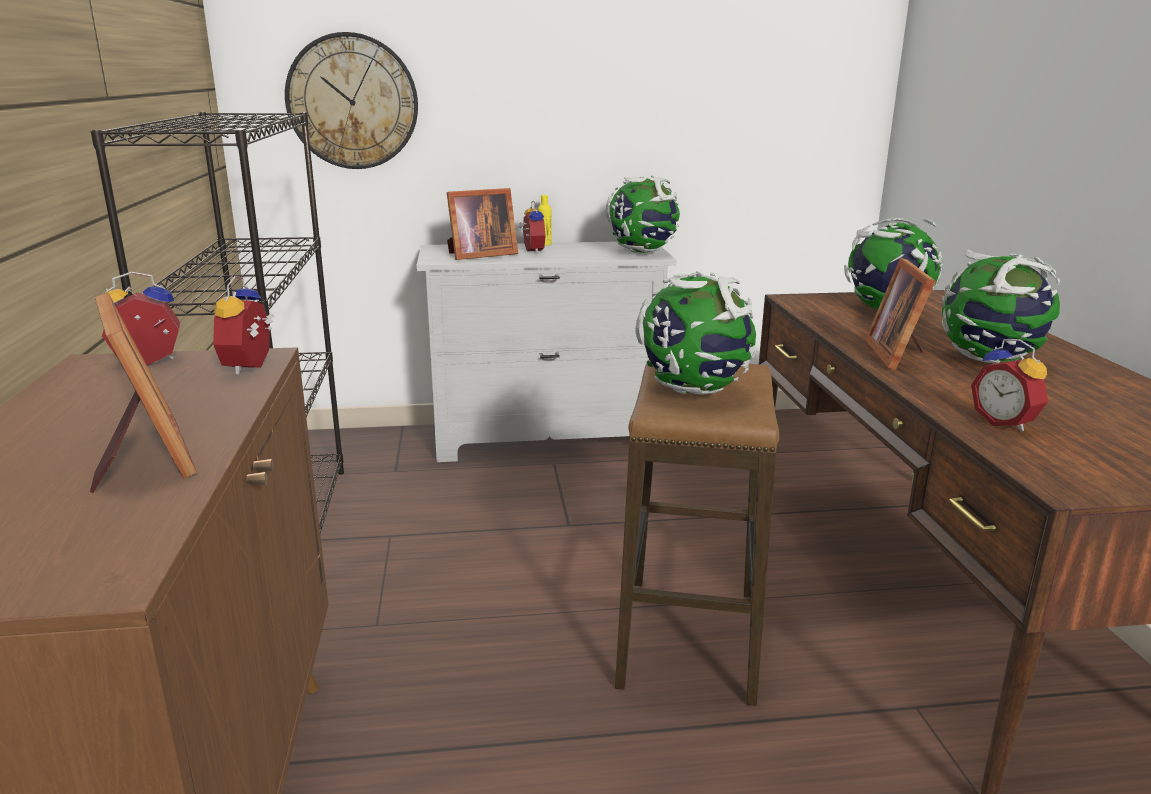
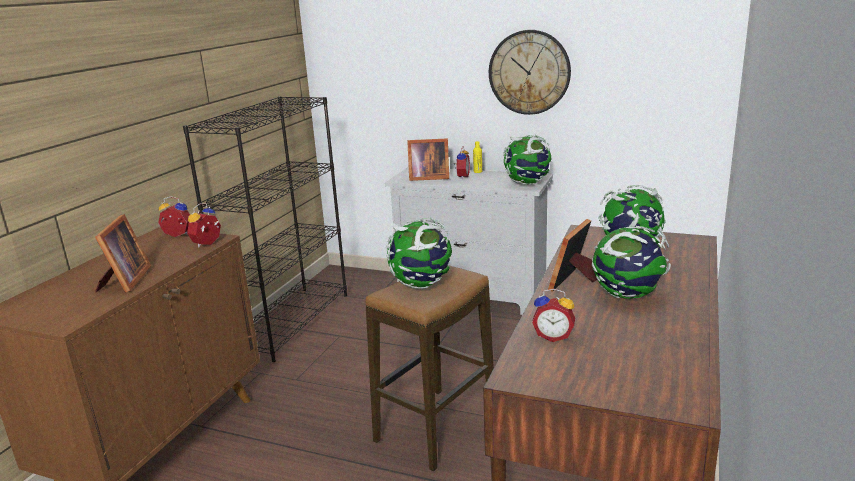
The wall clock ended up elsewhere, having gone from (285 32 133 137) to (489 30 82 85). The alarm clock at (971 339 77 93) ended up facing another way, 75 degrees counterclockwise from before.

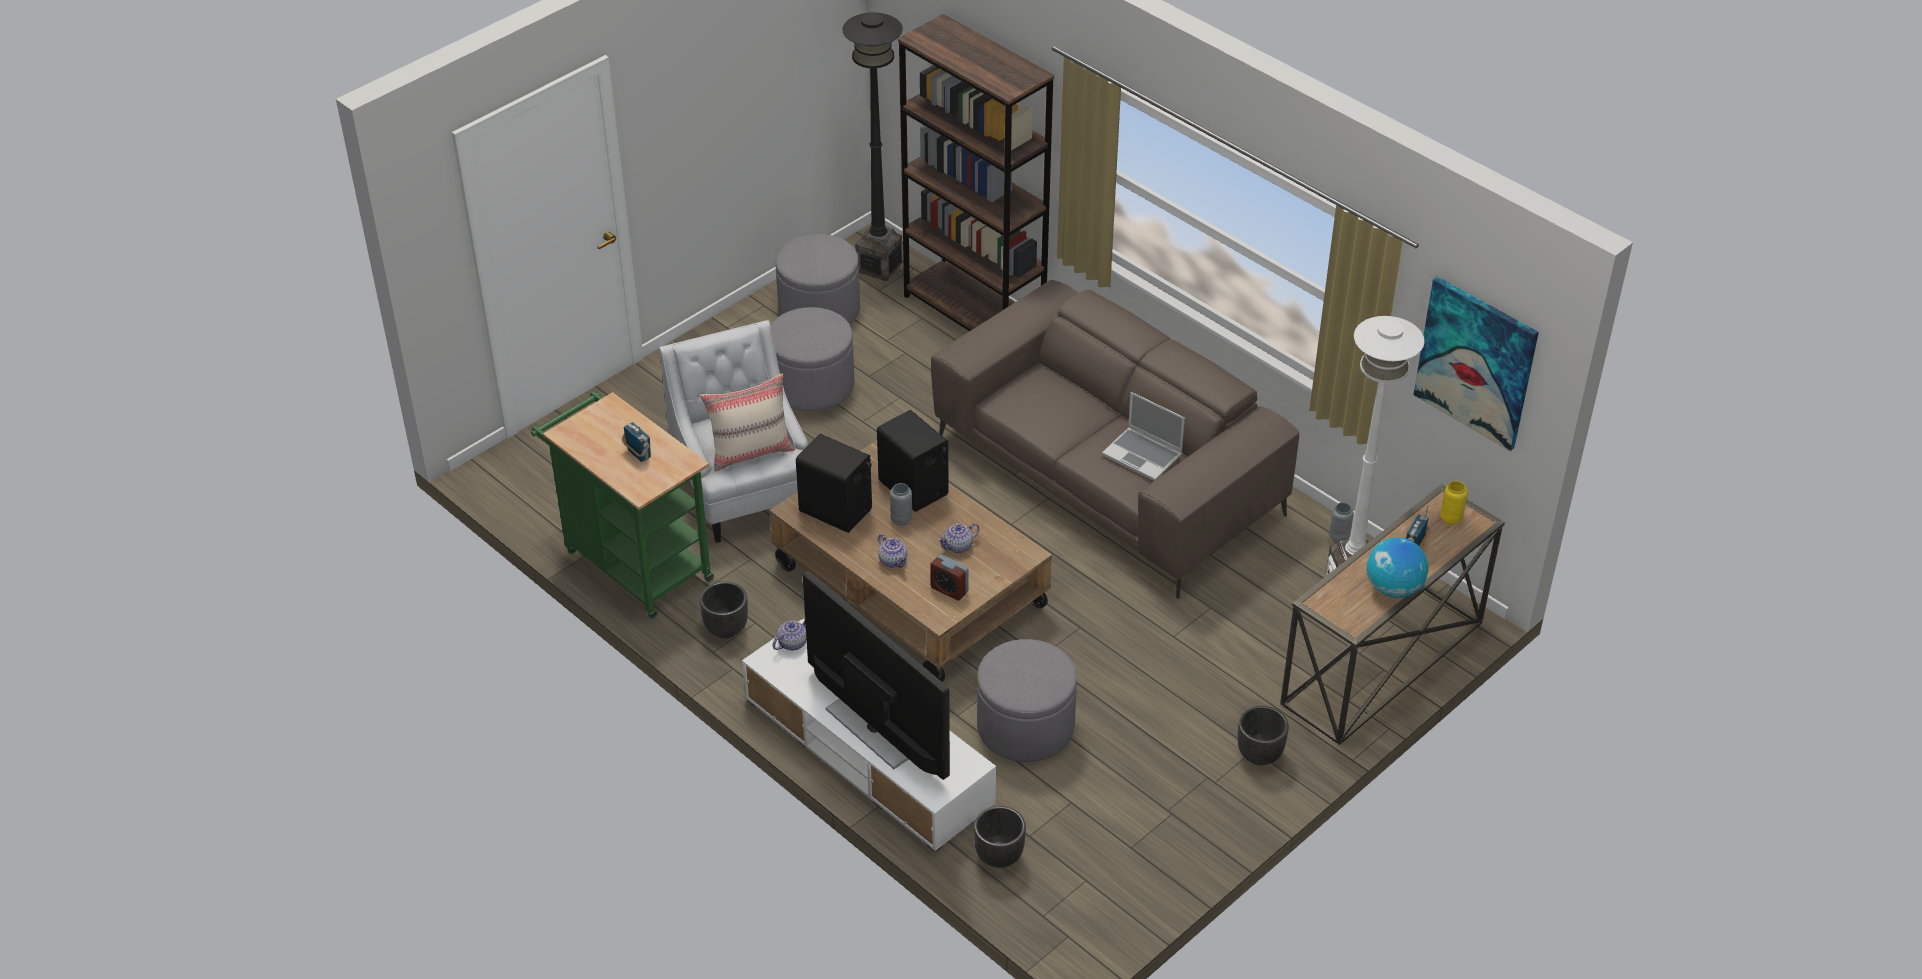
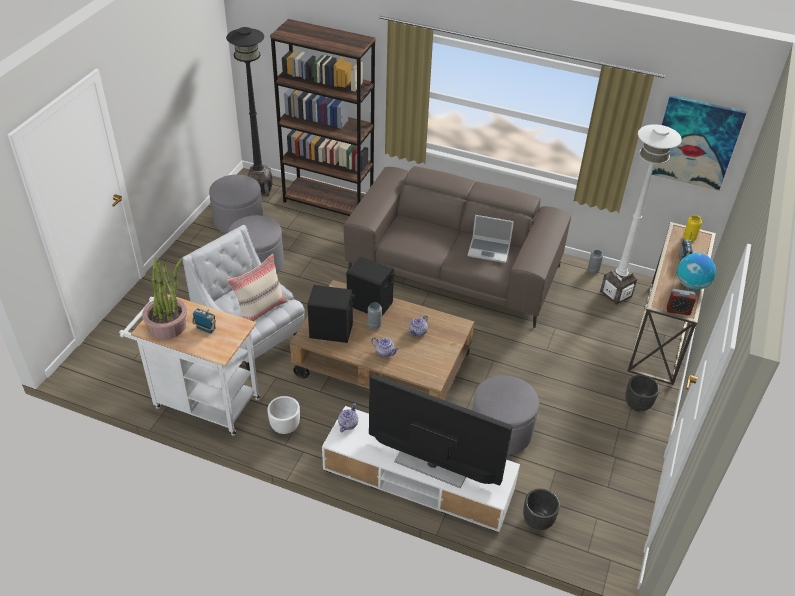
What was the green cart at (531 391 183 228) turned into the white cart at (119 294 141 142). The alarm clock ended up elsewhere, having gone from (930 554 39 47) to (667 289 29 26). What was the black planter at (700 581 48 57) turned into the white planter at (267 396 33 38). The second view gained the potted plant at (142 258 45 81).

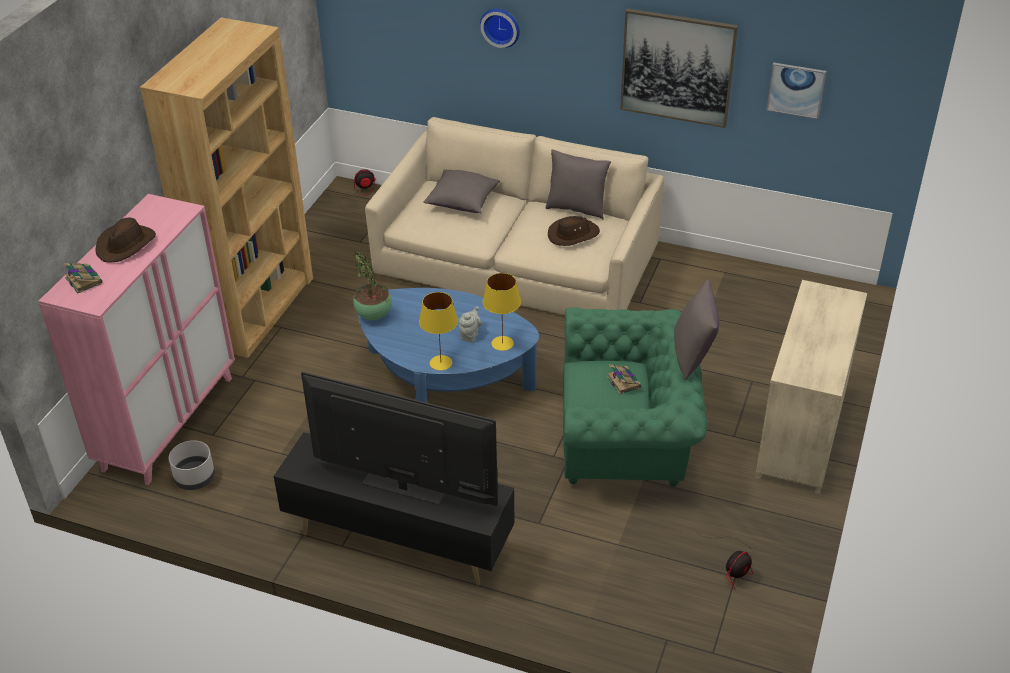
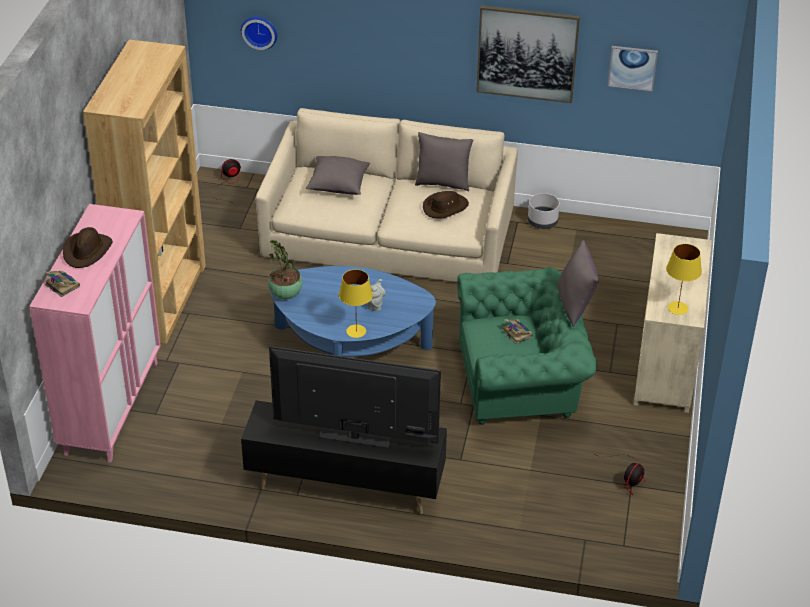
The wall clock ended up elsewhere, having gone from (480 9 40 39) to (241 17 36 33). The yellow table lamp ended up elsewhere, having gone from (483 273 38 78) to (666 244 36 71). The grey planter ended up elsewhere, having gone from (169 440 46 50) to (528 193 32 36).

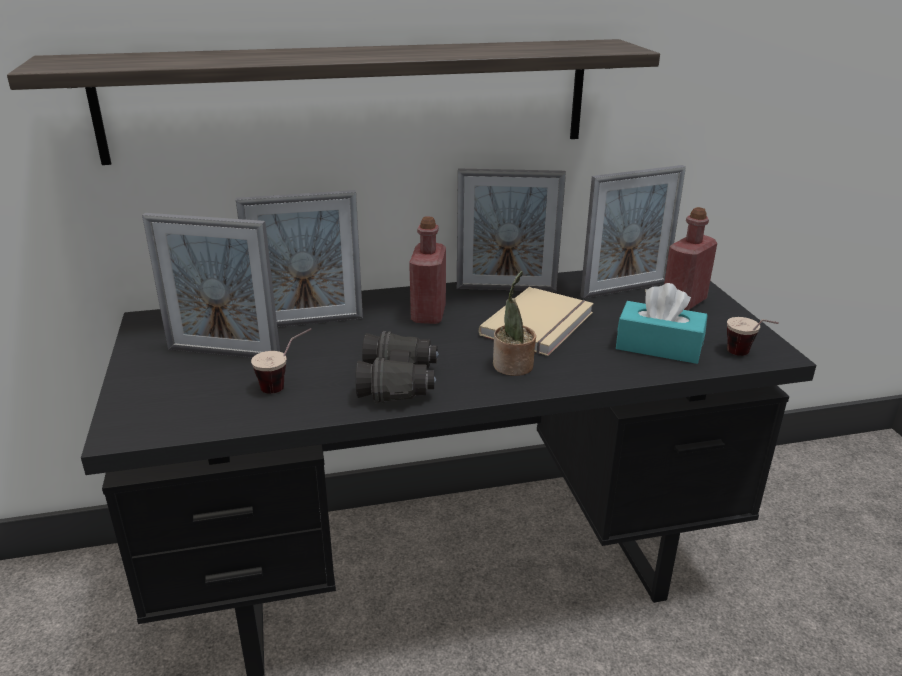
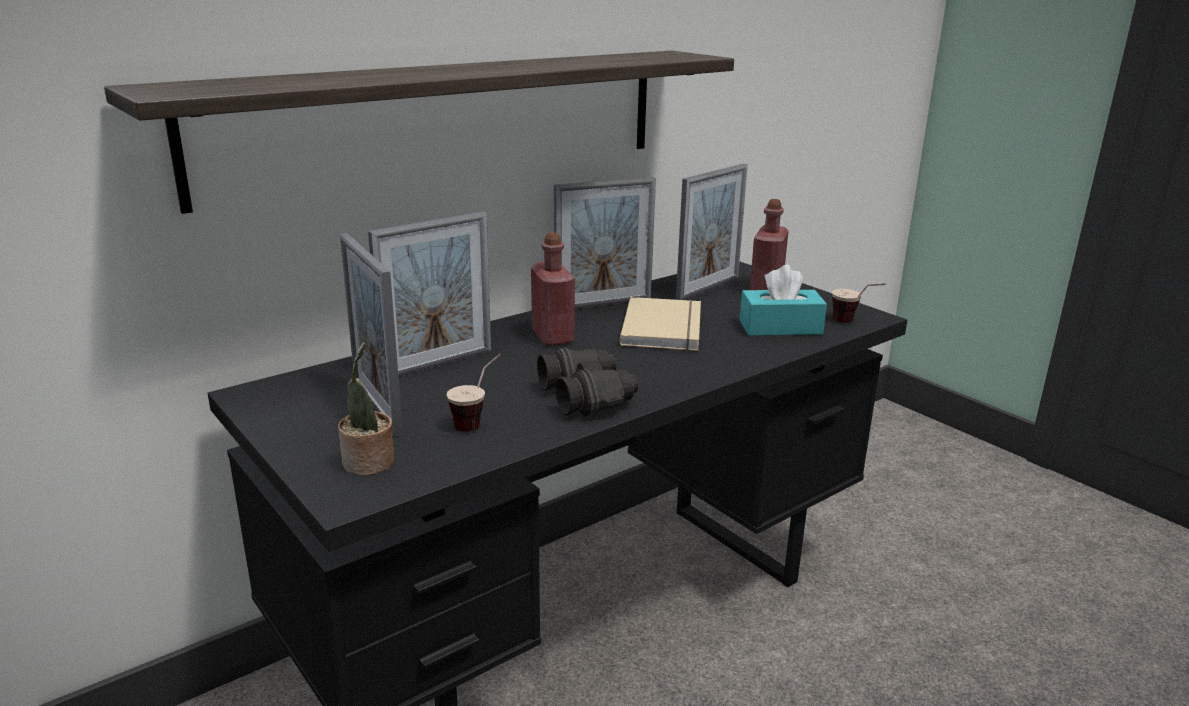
The picture frame at (142 213 138 145) ended up facing another way, 75 degrees clockwise from before. The potted plant ended up elsewhere, having gone from (493 271 43 105) to (338 342 56 133).

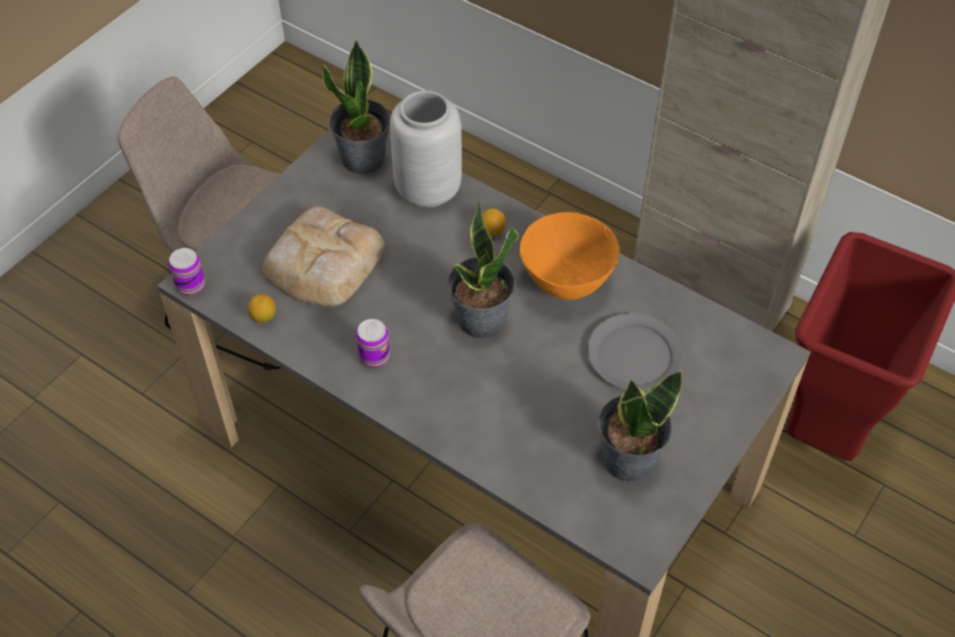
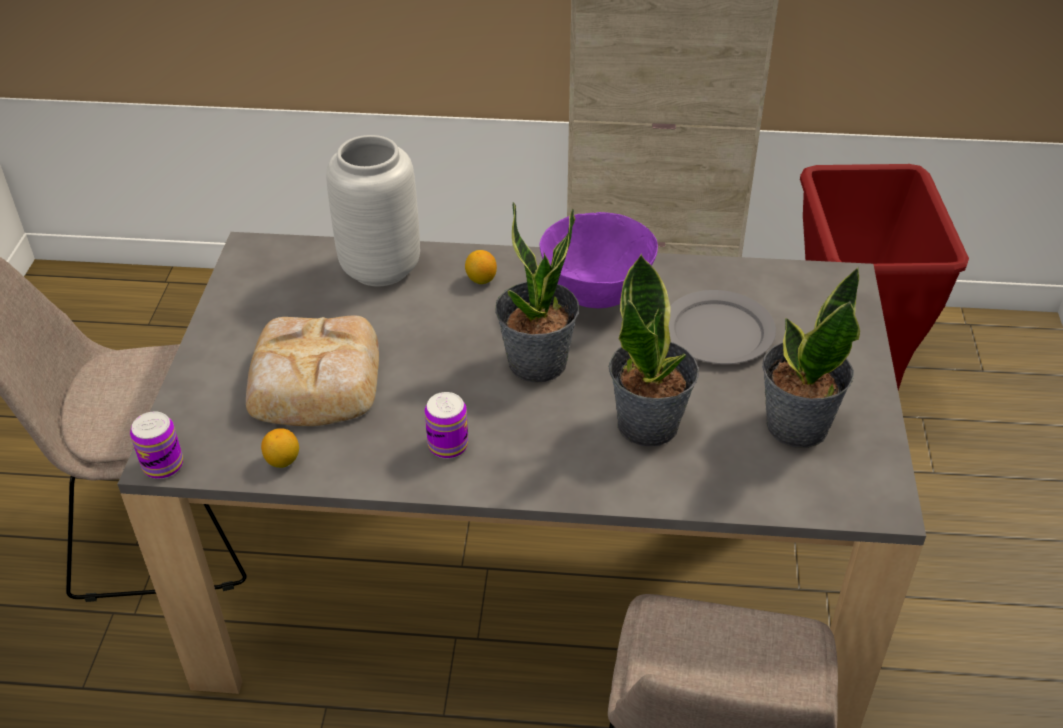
The potted plant ended up elsewhere, having gone from (323 40 67 134) to (609 254 90 192). What was the orange bowl at (520 212 99 88) turned into the purple bowl at (540 212 118 96).

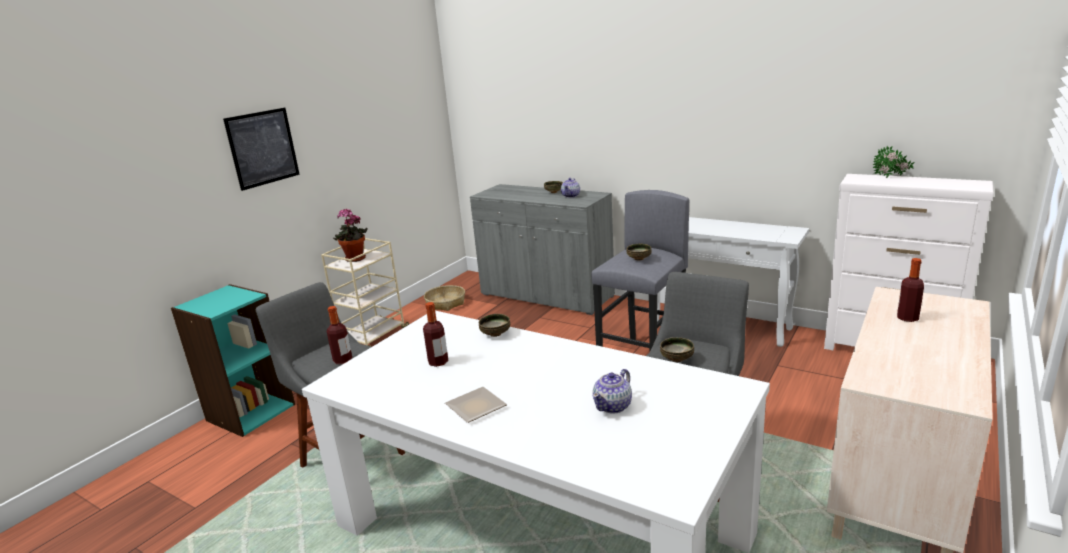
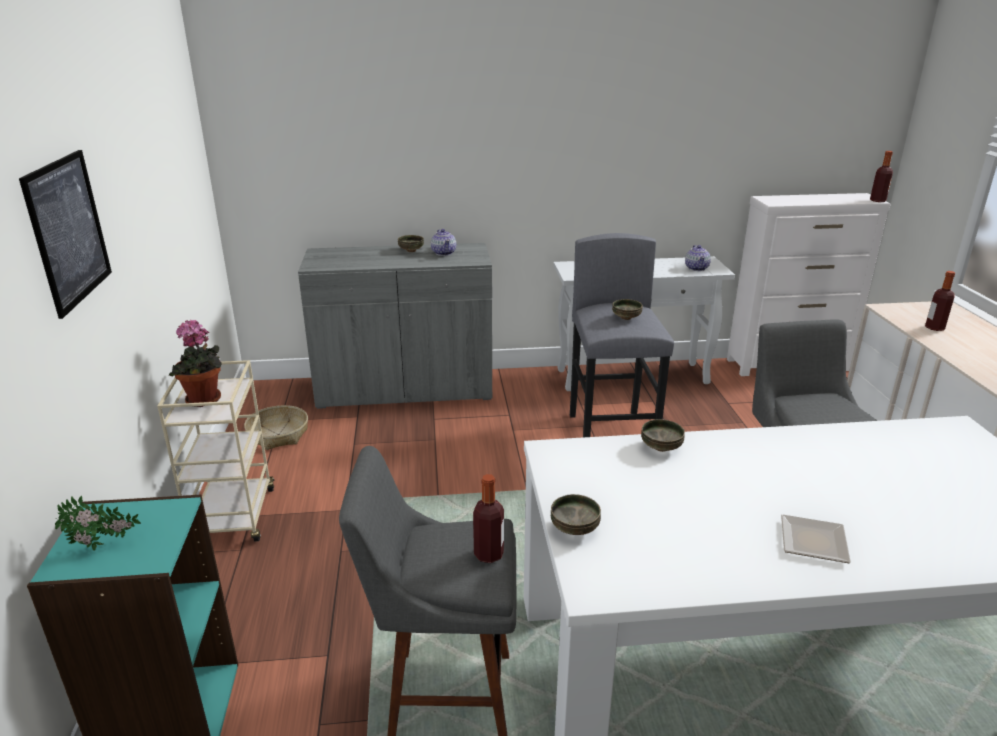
The potted plant ended up elsewhere, having gone from (873 146 42 32) to (55 496 86 55). The bottle ended up elsewhere, having gone from (423 302 25 65) to (870 151 23 51). The bowl ended up elsewhere, having gone from (660 337 34 25) to (551 494 50 41). The teapot ended up elsewhere, having gone from (593 369 39 45) to (685 245 26 26).

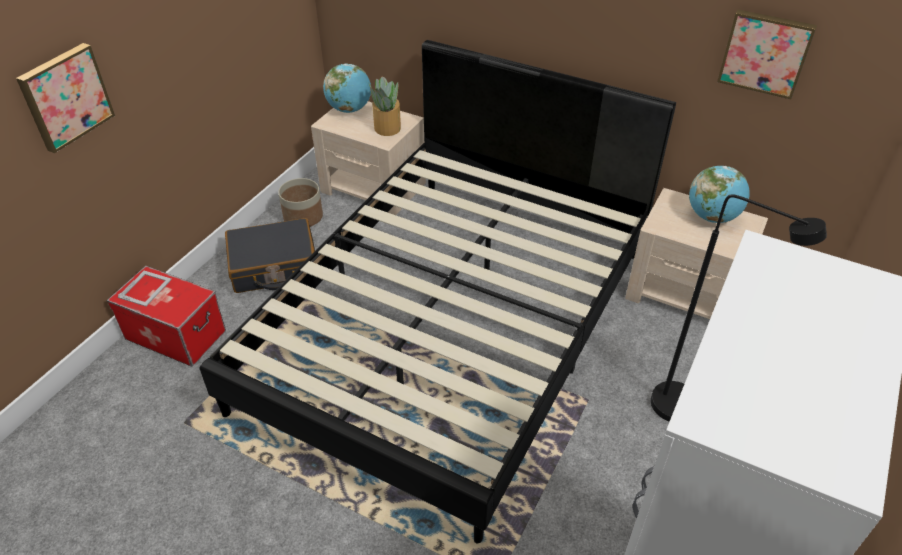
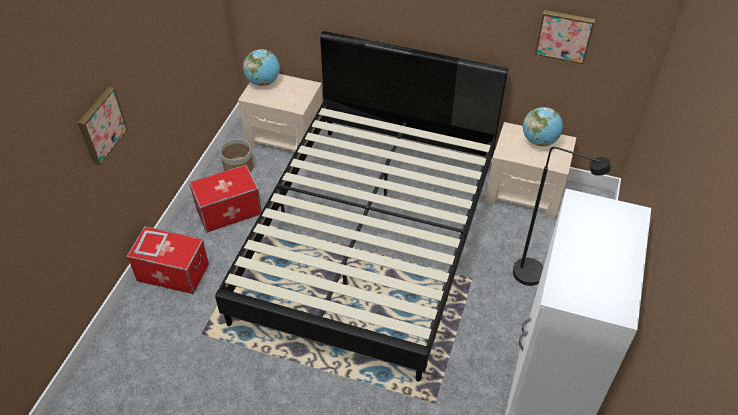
The second view lost the potted plant at (369 77 32 59). Where the black suitcase stood at (225 218 90 75), the storage box came to stand at (189 164 73 68).

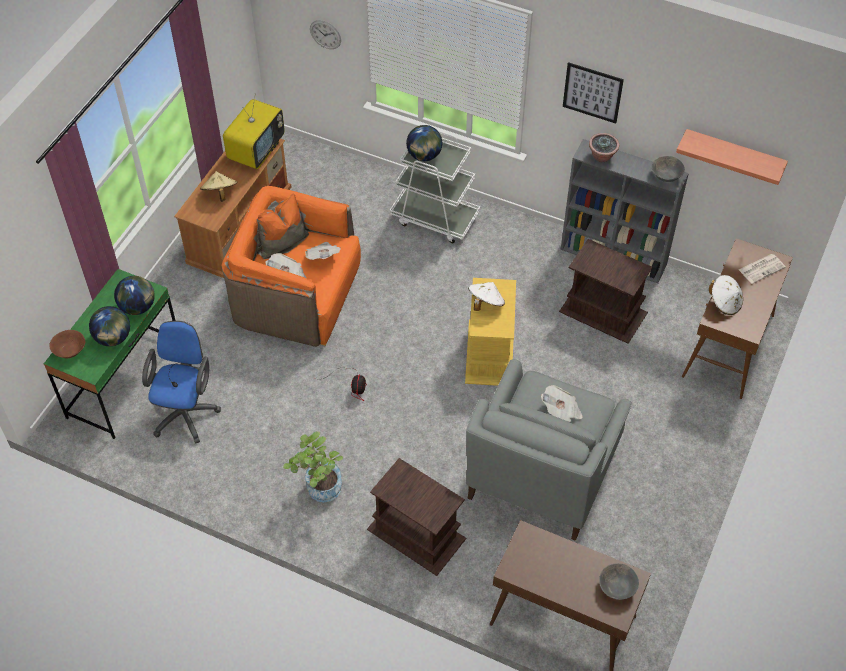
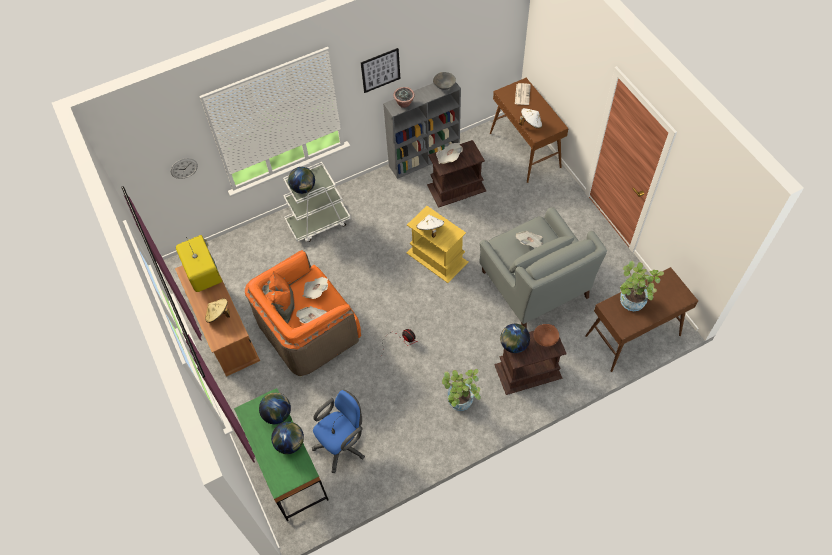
The second view lost the shelf at (676 129 112 56). The blue office chair at (142 321 79 122) ended up facing another way, 90 degrees clockwise from before. The brown bowl ended up elsewhere, having gone from (49 330 36 28) to (534 324 25 23). The second view lost the grey bowl at (599 563 40 37). The second view gained the newspaper at (436 143 27 21). The second view gained the potted plant at (620 261 44 50). The second view gained the globe at (500 324 30 29).

